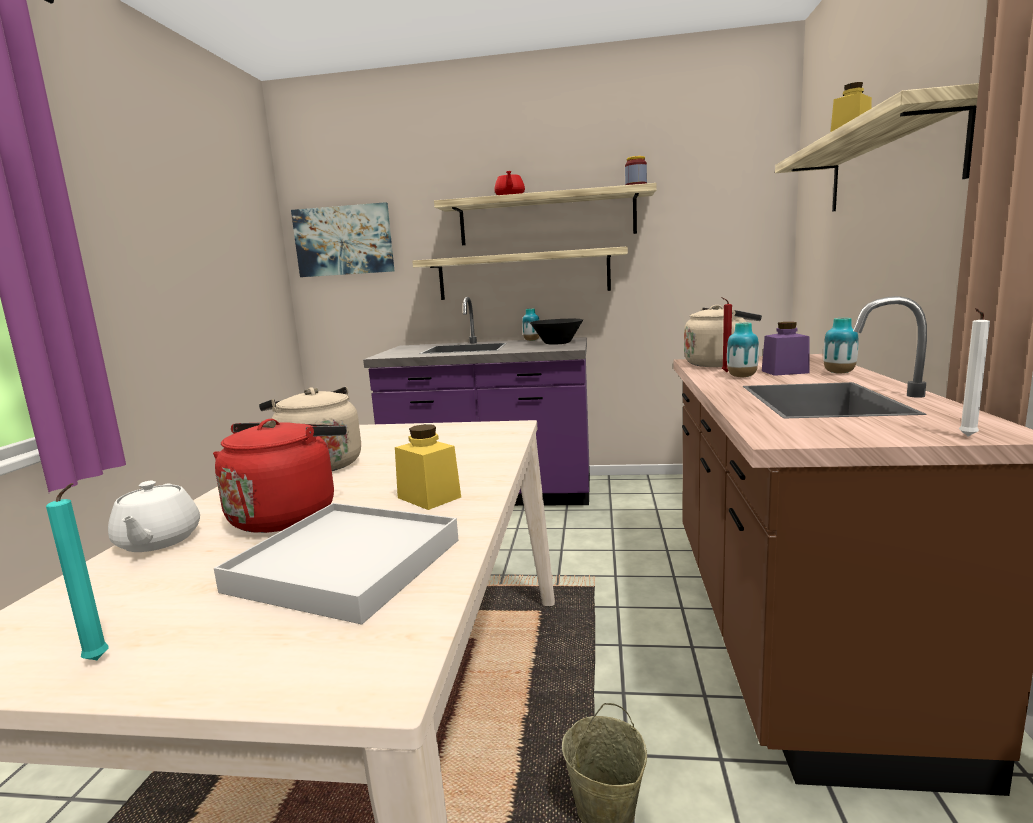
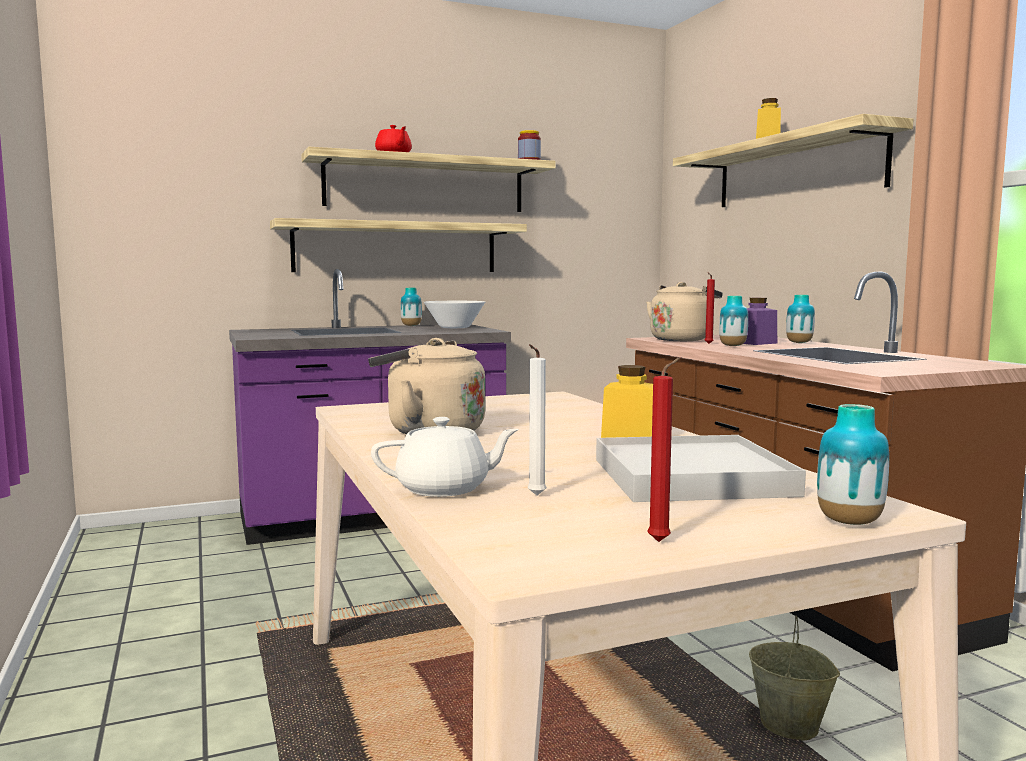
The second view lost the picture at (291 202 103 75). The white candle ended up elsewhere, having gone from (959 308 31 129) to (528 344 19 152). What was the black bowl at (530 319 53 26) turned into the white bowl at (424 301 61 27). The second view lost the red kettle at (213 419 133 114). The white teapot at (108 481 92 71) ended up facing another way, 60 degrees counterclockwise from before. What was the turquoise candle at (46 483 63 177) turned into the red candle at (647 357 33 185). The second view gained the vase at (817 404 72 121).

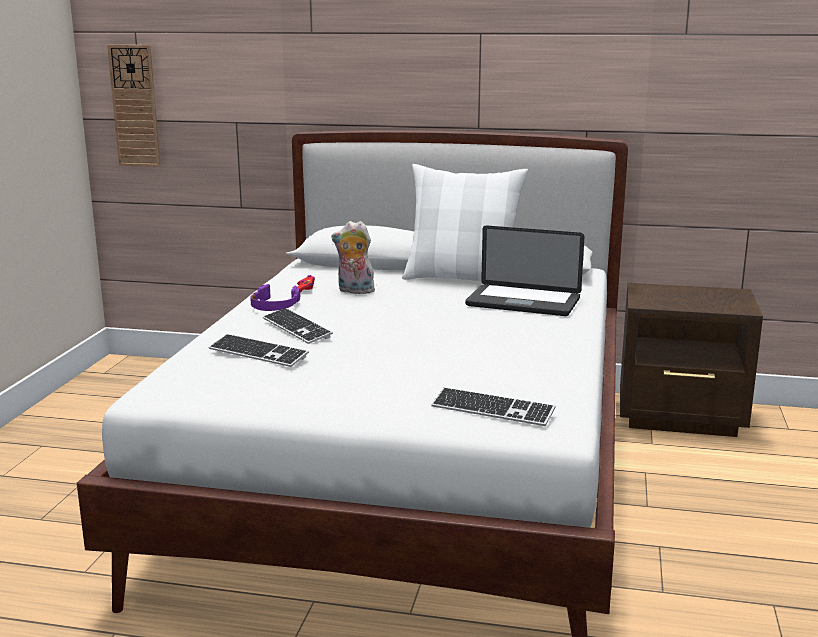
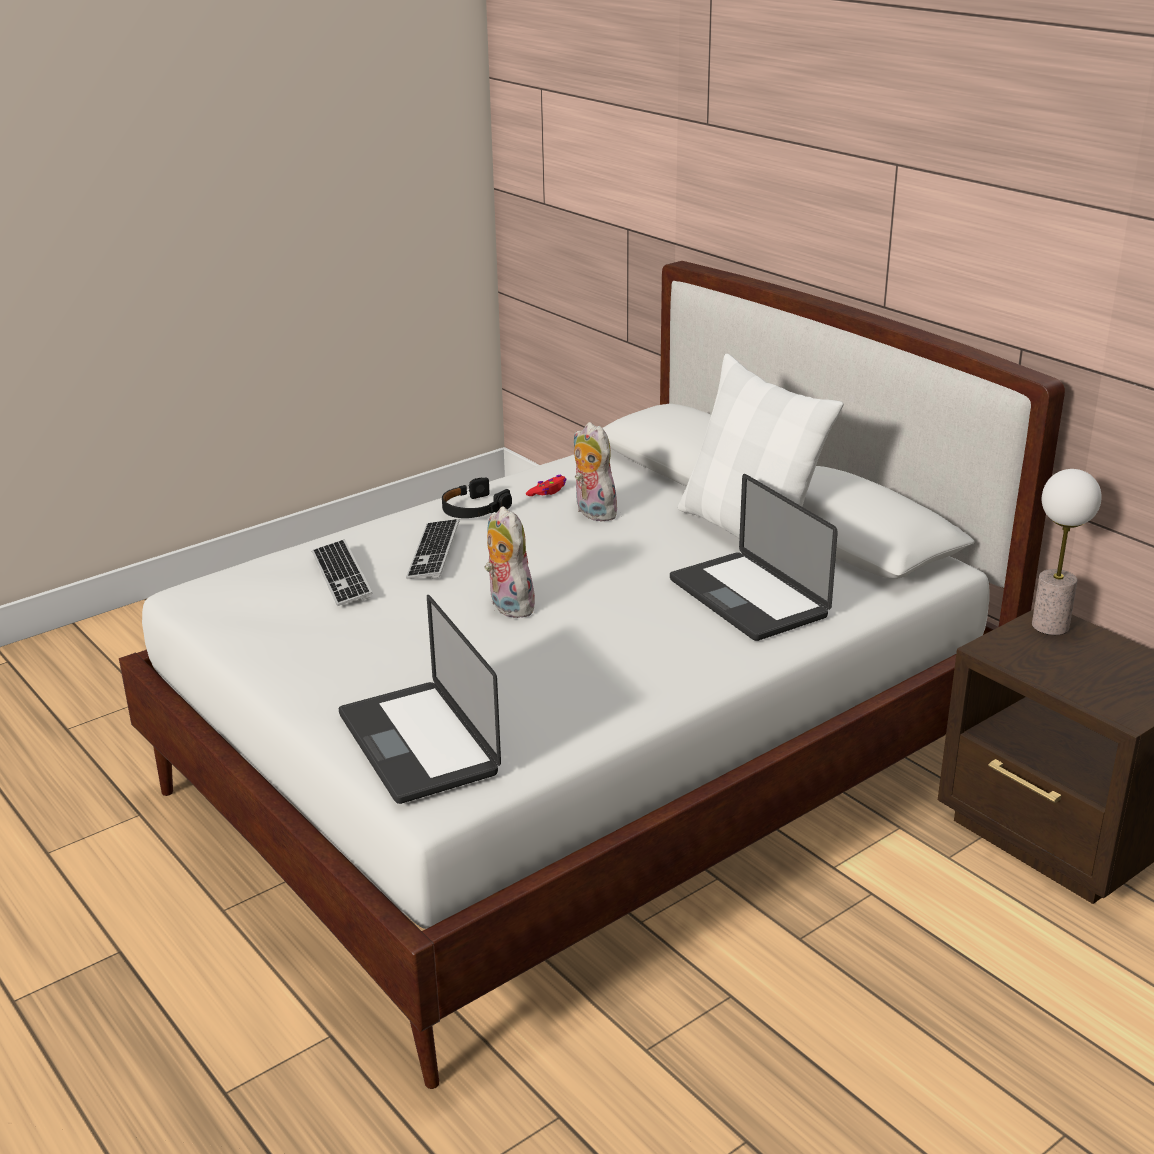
The second view lost the wall clock at (107 45 54 122). What was the purple headphones at (250 284 50 27) turned into the black headphones at (442 477 70 41). Where the keyboard stood at (431 387 124 39), the laptop came to stand at (339 595 162 209). The second view gained the table lamp at (1032 469 70 166). The second view gained the plush toy at (484 506 51 112).

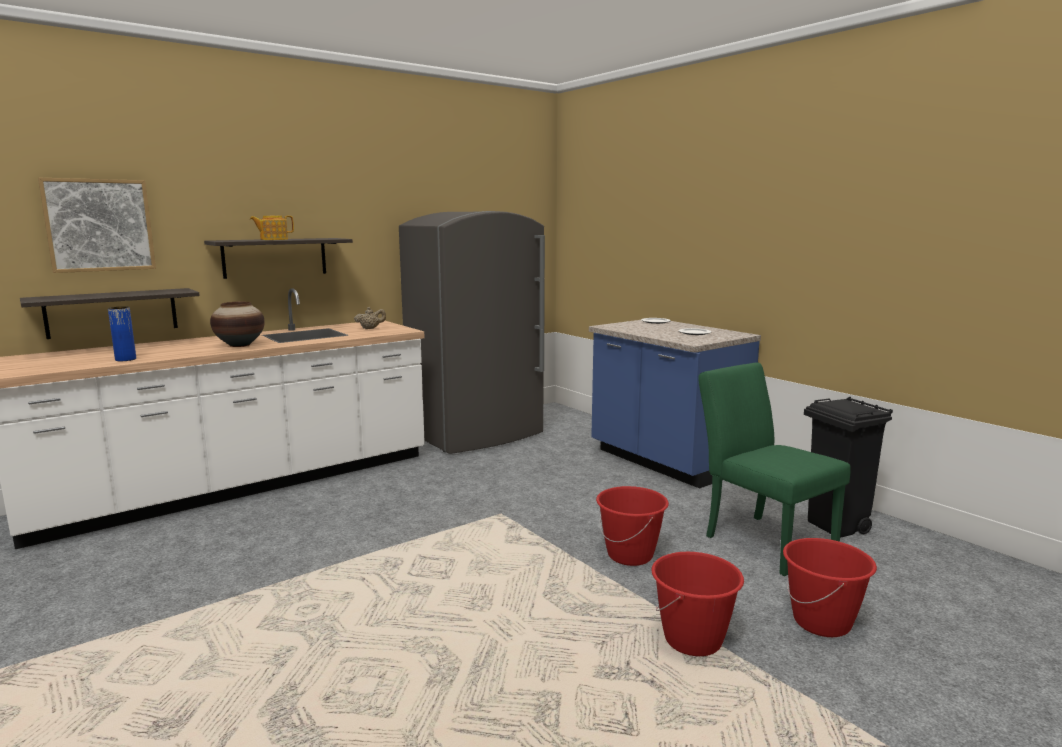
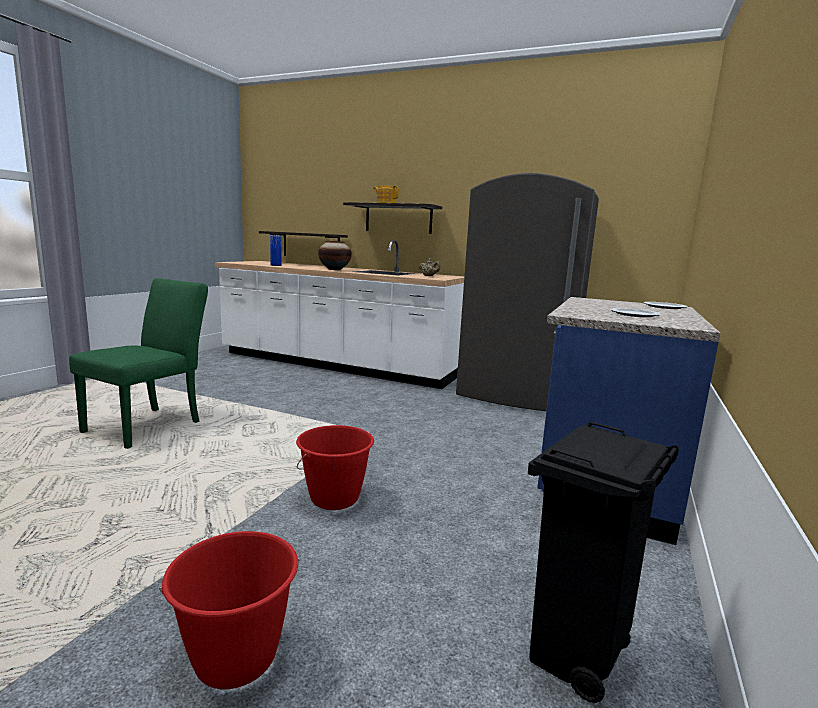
The second view lost the picture at (38 178 118 95). The green chair ended up elsewhere, having gone from (698 362 153 214) to (69 278 139 171). The second view lost the red bucket at (651 552 93 104).

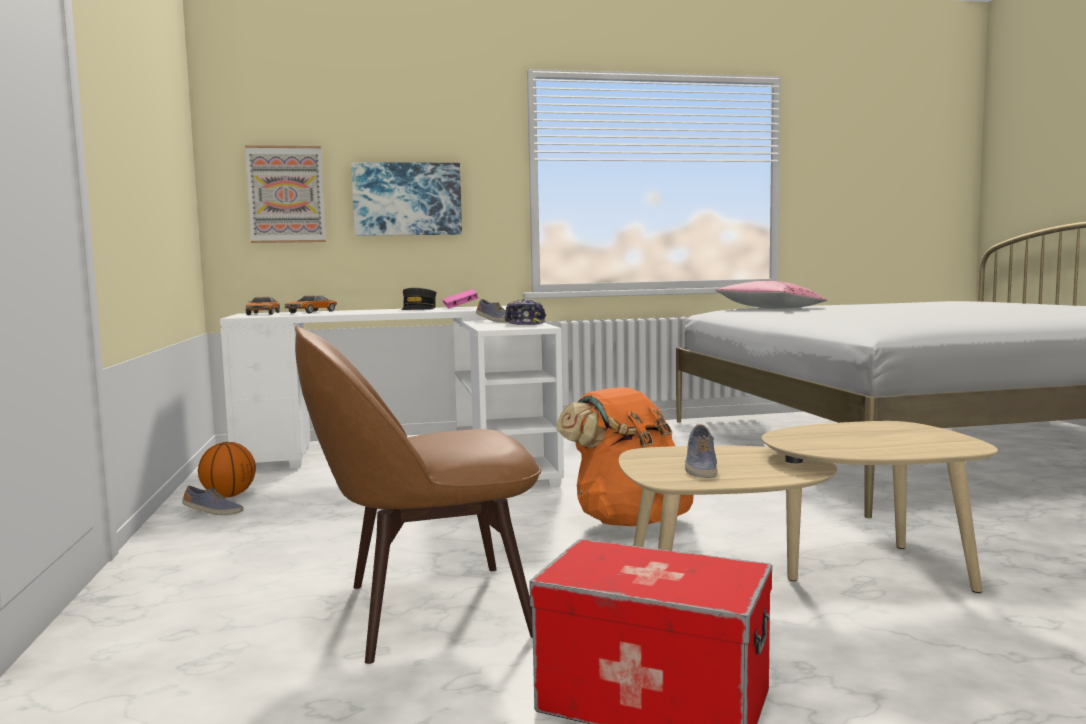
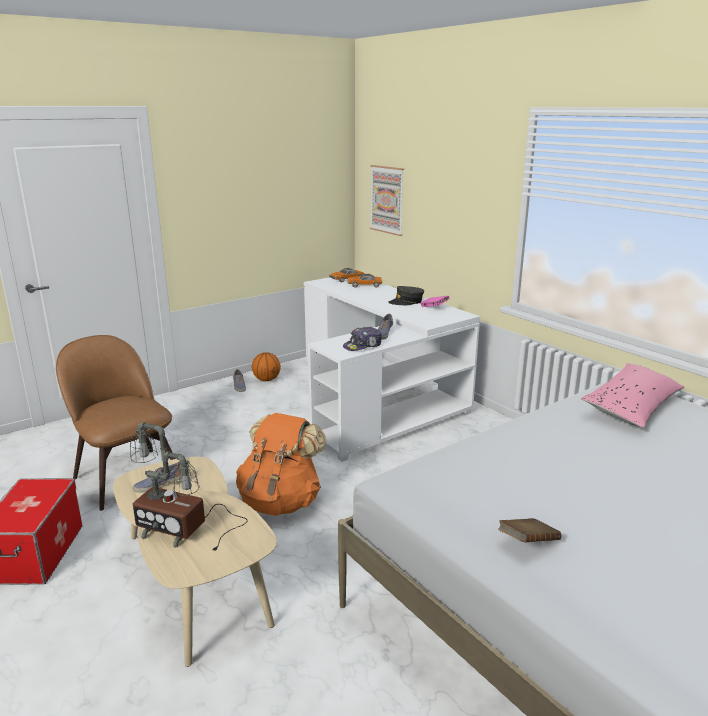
The second view lost the picture at (351 162 111 74). The second view gained the table lamp at (130 422 118 129). The second view gained the brown book at (498 518 63 25).

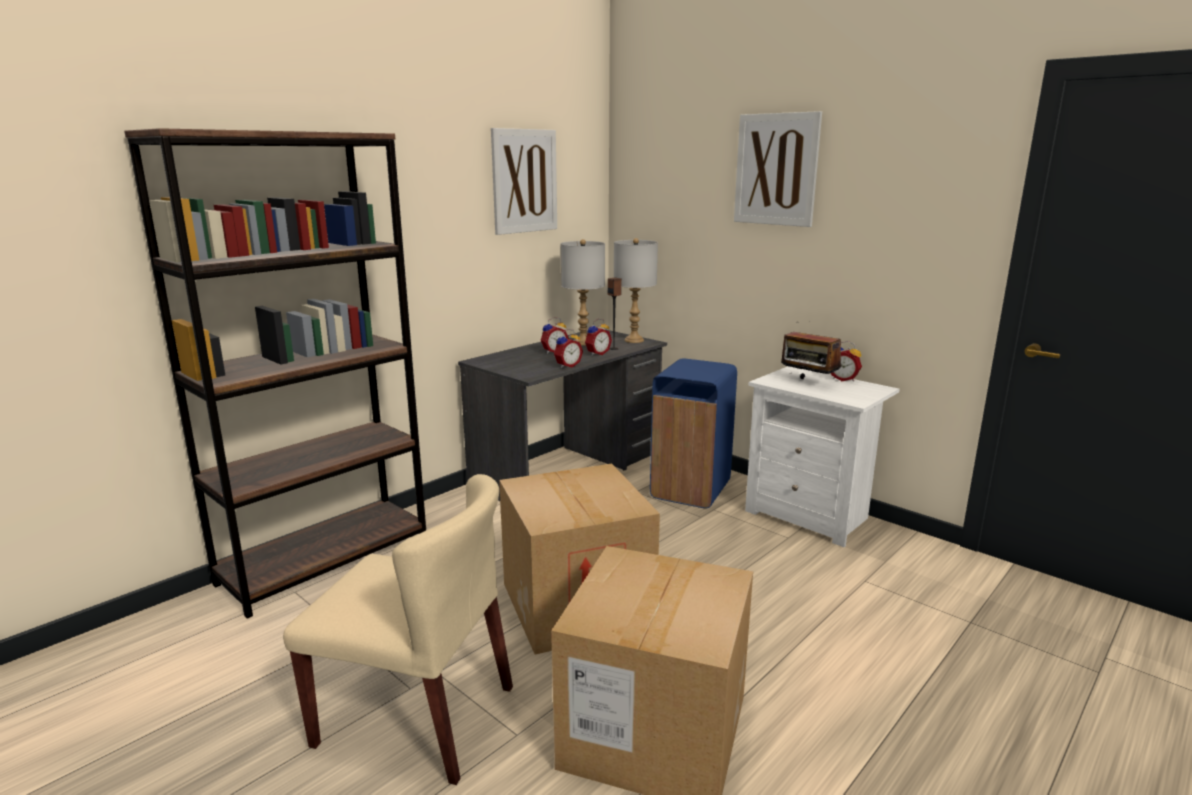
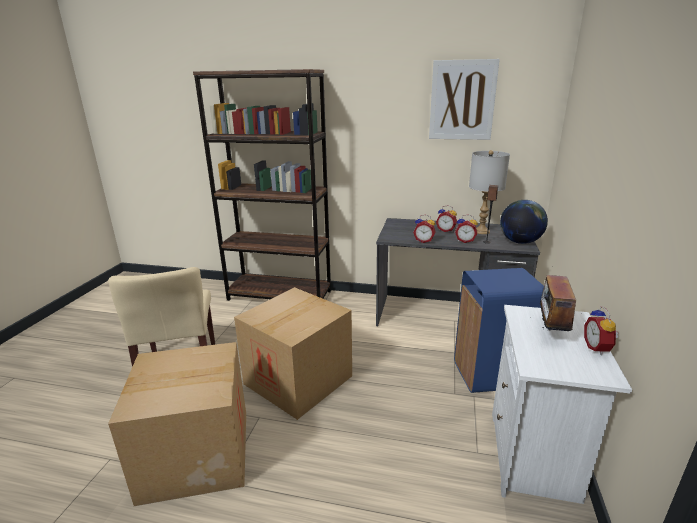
The second view lost the picture at (734 111 88 116). Where the grey table lamp stood at (614 238 44 105), the globe came to stand at (500 200 48 44).

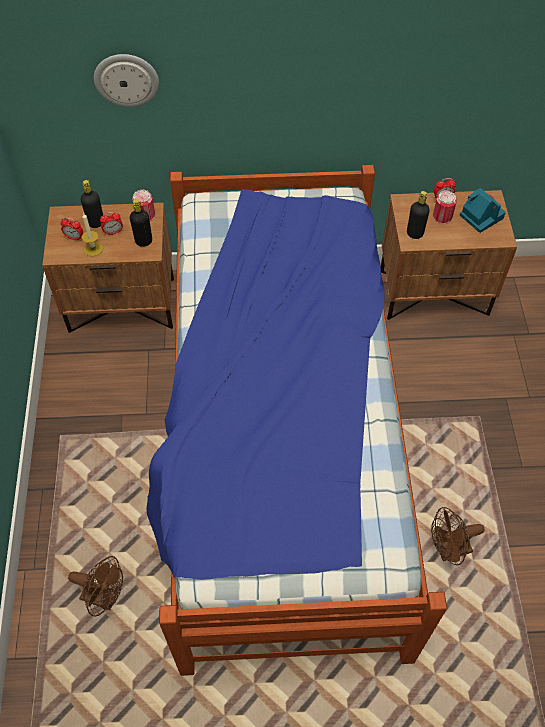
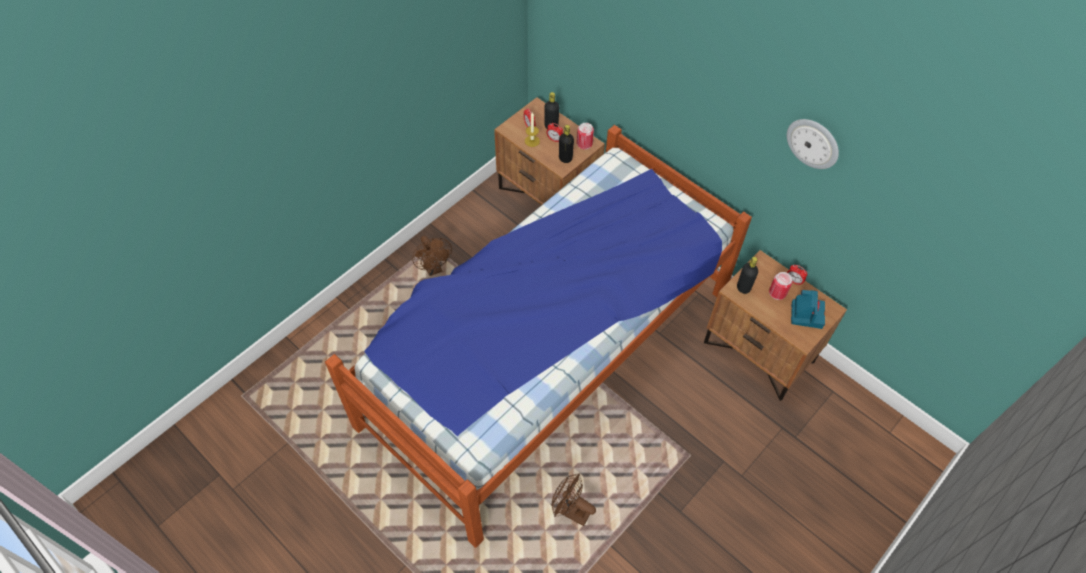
The wall clock ended up elsewhere, having gone from (94 54 65 53) to (787 119 52 50). The brown fan ended up elsewhere, having gone from (68 556 55 60) to (412 236 40 40).

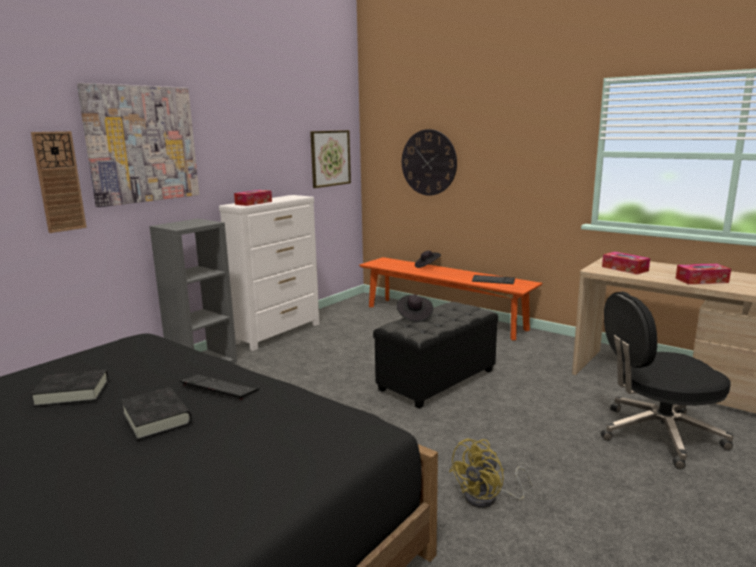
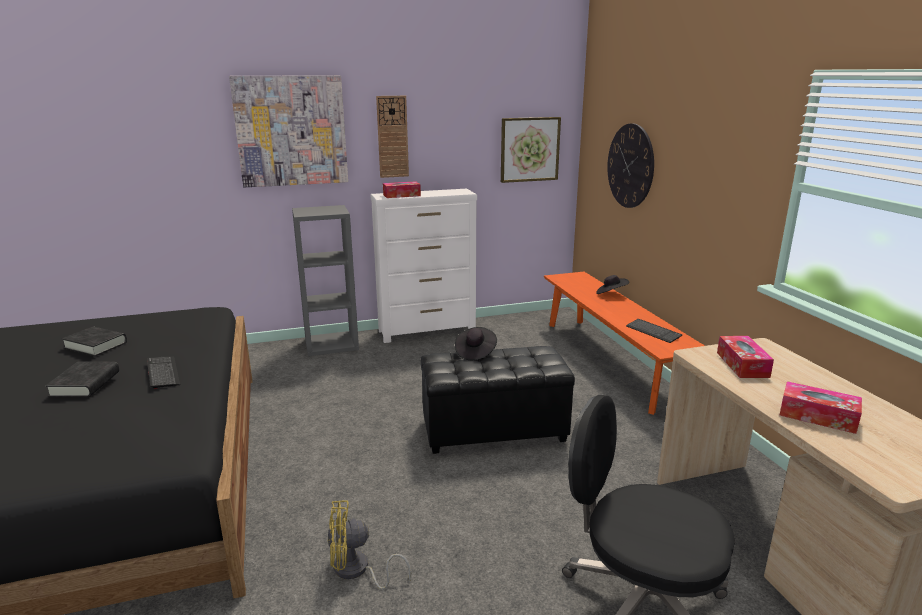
The wall clock ended up elsewhere, having gone from (31 131 56 102) to (376 96 33 82).

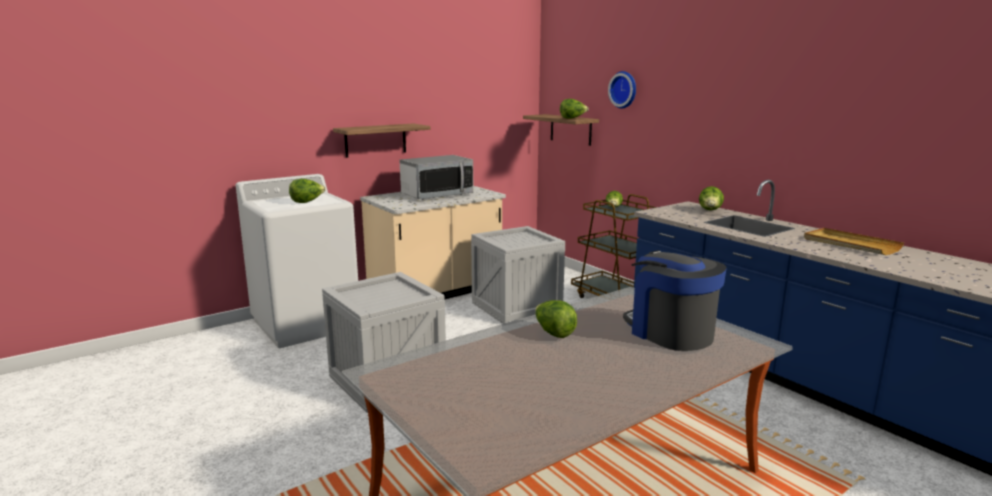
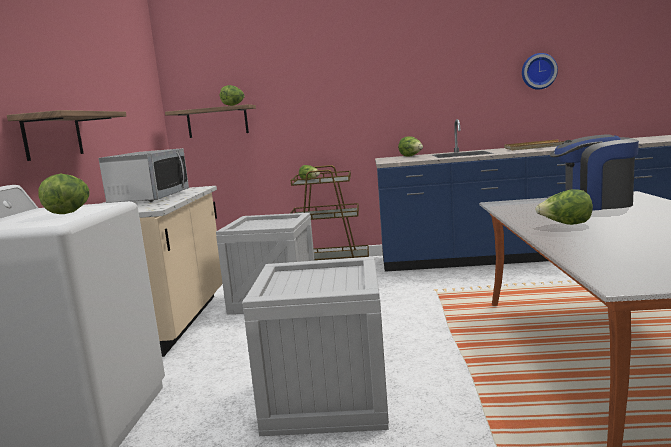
The wall clock ended up elsewhere, having gone from (608 71 28 38) to (522 53 36 37).

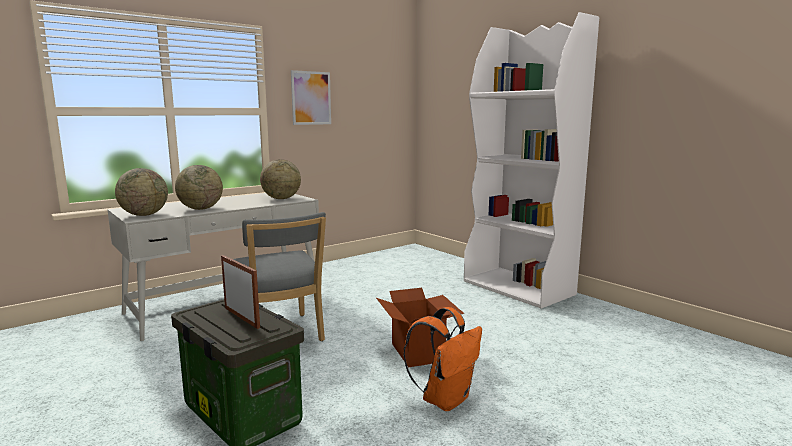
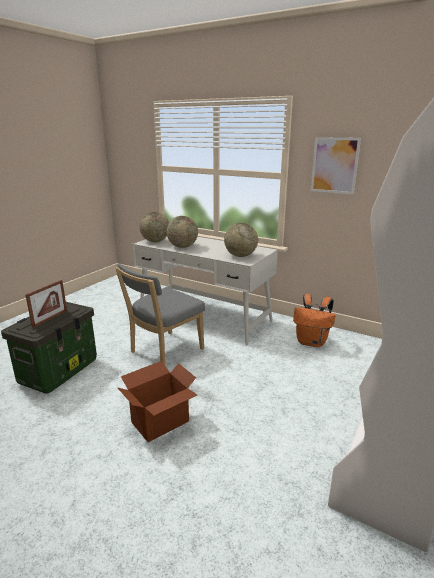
The orange backpack ended up elsewhere, having gone from (403 307 79 104) to (293 294 42 53).

